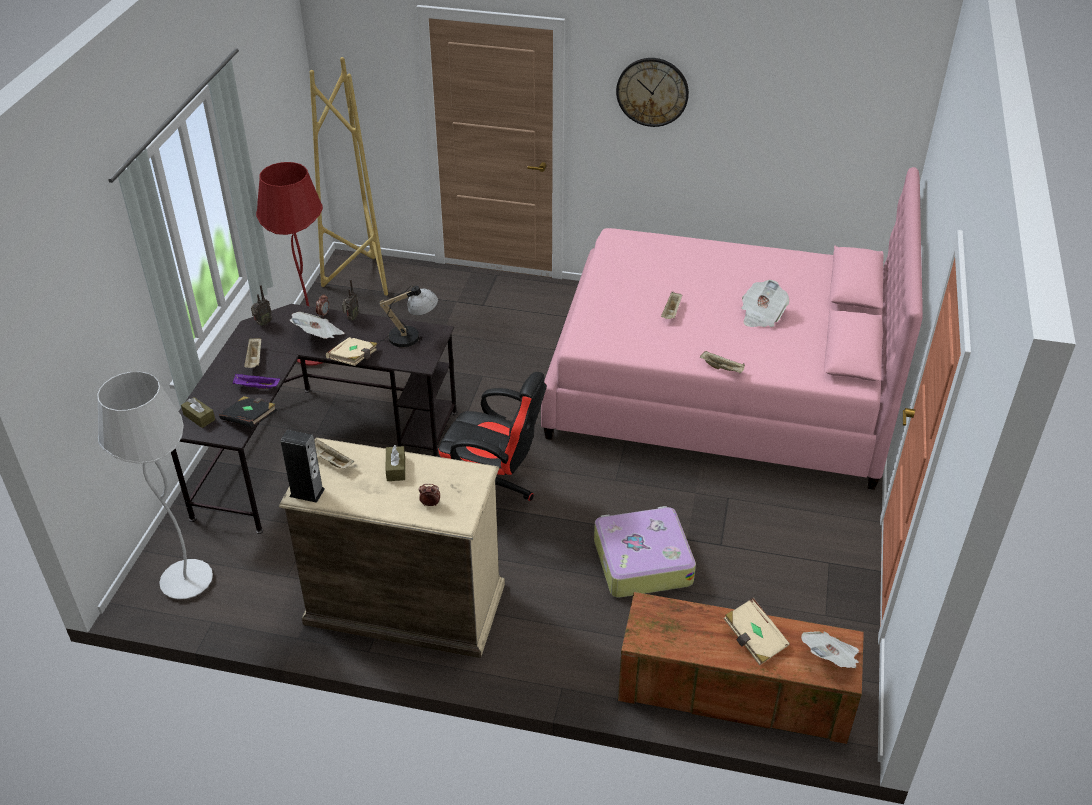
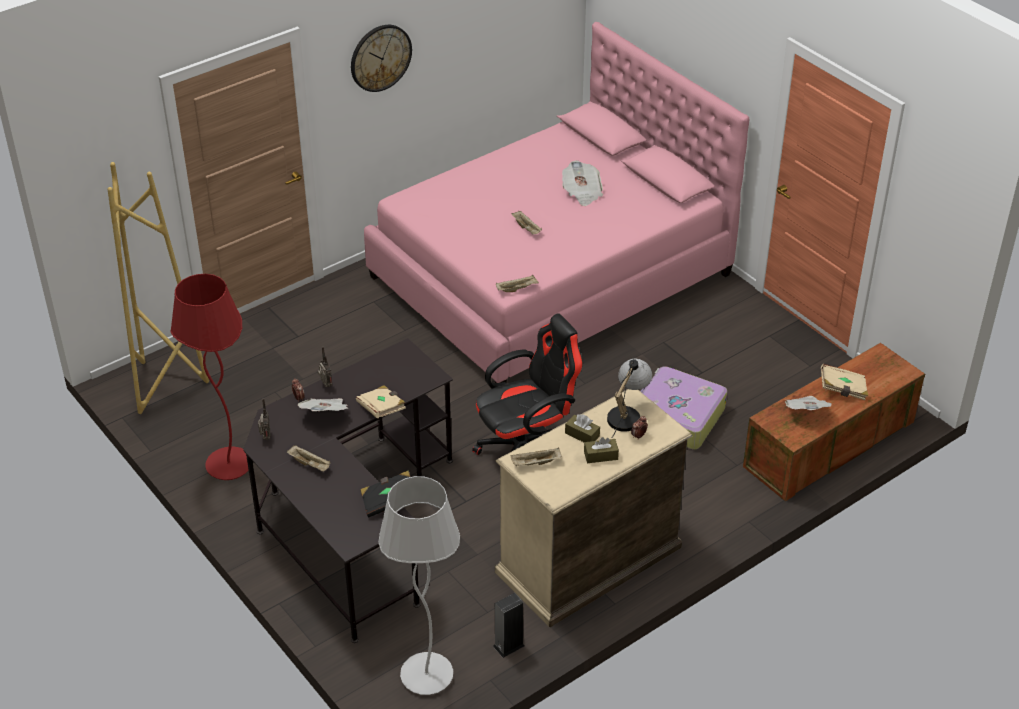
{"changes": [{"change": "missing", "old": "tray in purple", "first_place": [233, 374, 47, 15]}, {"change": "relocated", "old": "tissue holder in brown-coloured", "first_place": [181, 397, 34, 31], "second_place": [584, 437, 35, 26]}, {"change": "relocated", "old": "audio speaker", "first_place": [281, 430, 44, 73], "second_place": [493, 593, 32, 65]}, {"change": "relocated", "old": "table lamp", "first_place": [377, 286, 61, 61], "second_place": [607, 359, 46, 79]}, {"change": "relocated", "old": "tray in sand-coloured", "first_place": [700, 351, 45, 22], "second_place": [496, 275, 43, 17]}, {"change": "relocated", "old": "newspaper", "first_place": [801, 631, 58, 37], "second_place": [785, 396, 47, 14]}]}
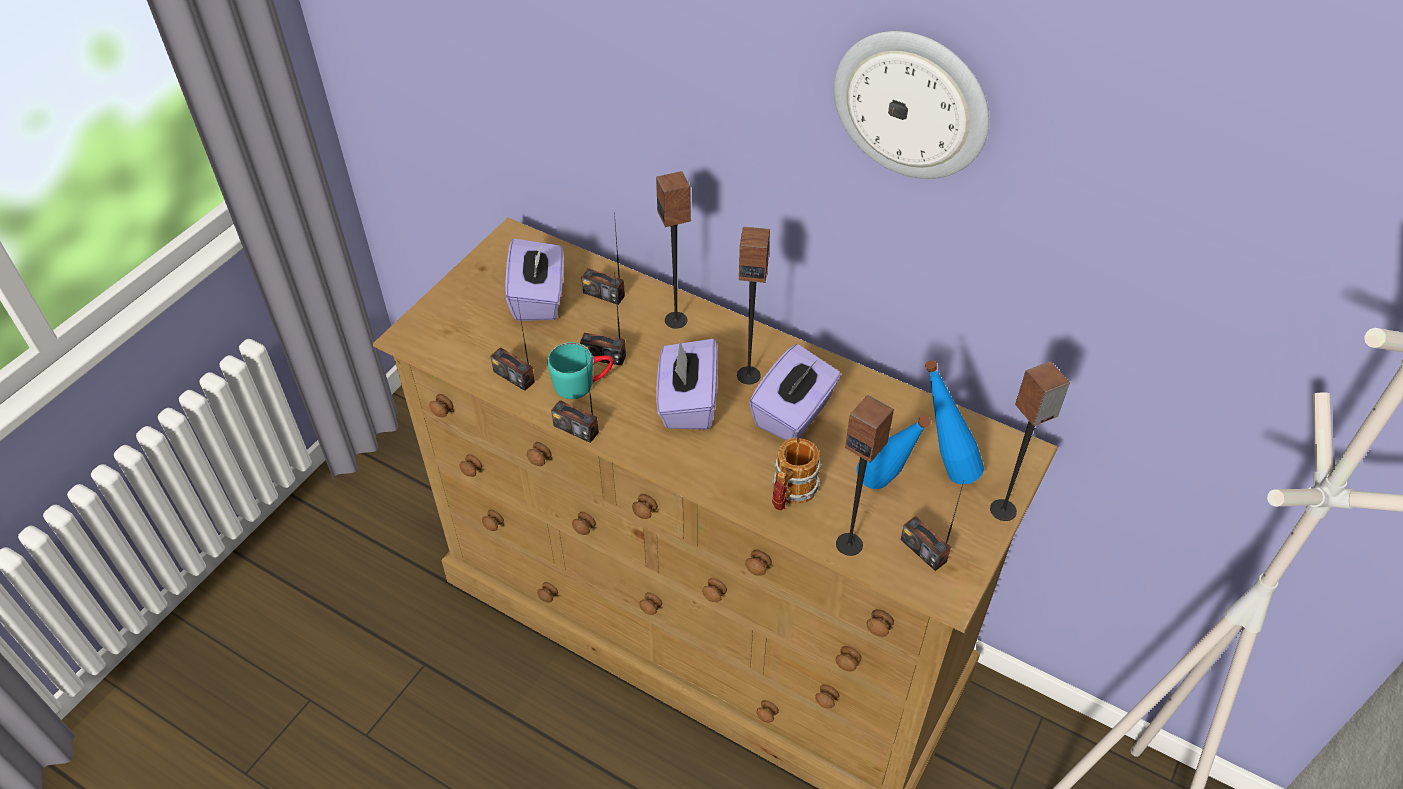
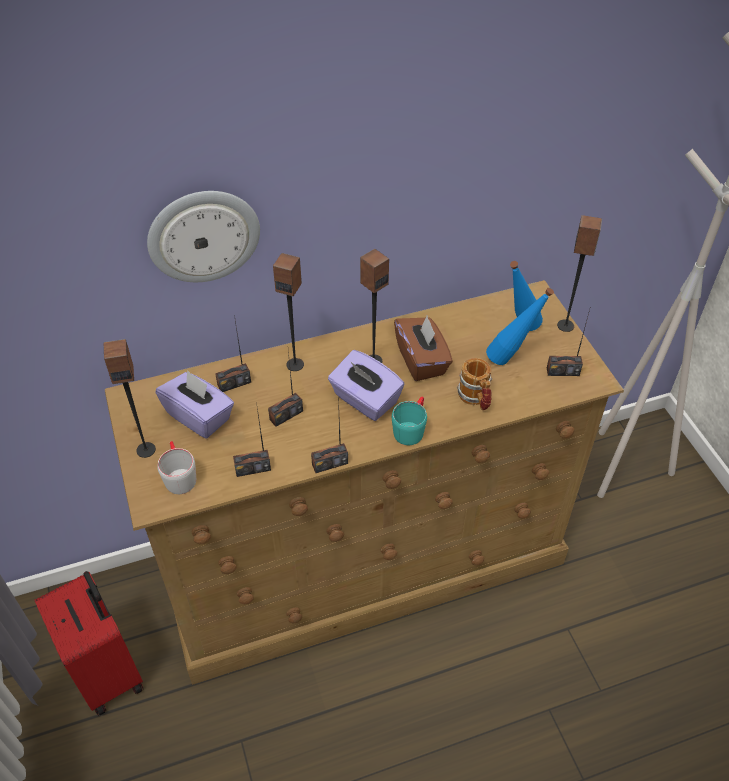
{"changes": [{"change": "appeared", "new": "piece of luggage in red", "second_place": [35, 571, 108, 144]}, {"change": "appeared", "new": "tea mug in greyish", "second_place": [157, 441, 39, 53]}, {"change": "relocated", "old": "tea mug in turquoise", "first_place": [547, 342, 66, 57], "second_place": [392, 396, 35, 49]}, {"change": "relocated", "old": "clock on the wall", "first_place": [834, 31, 155, 148], "second_place": [147, 191, 113, 91]}, {"change": "relocated", "old": "audio speaker", "first_place": [836, 395, 58, 161], "second_place": [104, 339, 52, 119]}, {"change": "colour", "old": "tissue holder in purple", "new": "tissue holder in brown-coloured", "first_place": [749, 344, 92, 96], "second_place": [394, 315, 59, 66]}]}
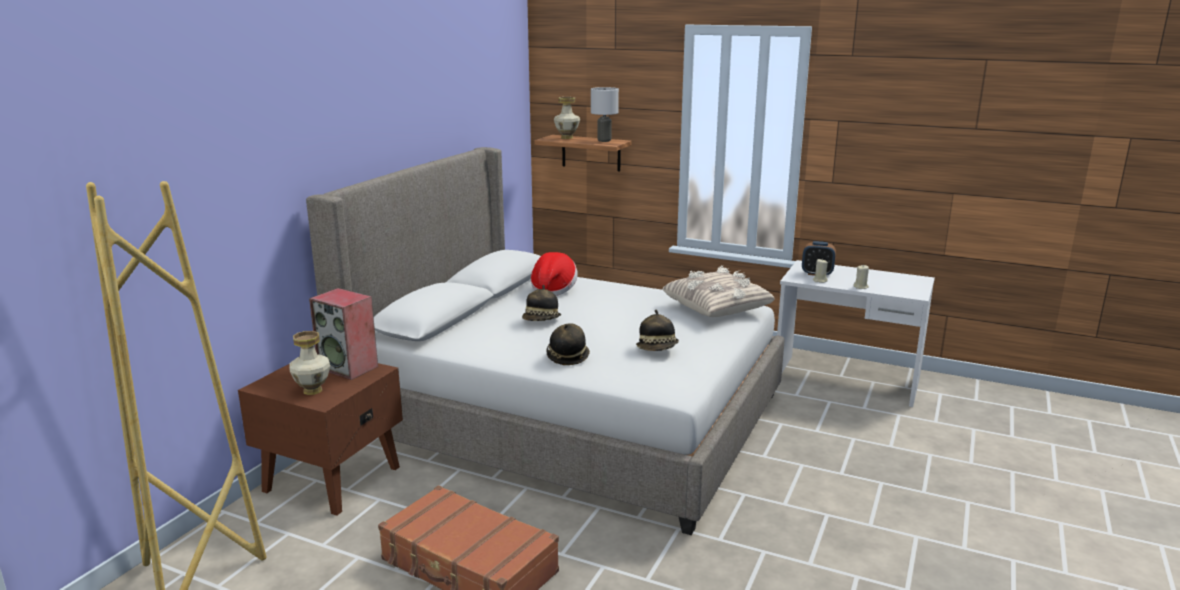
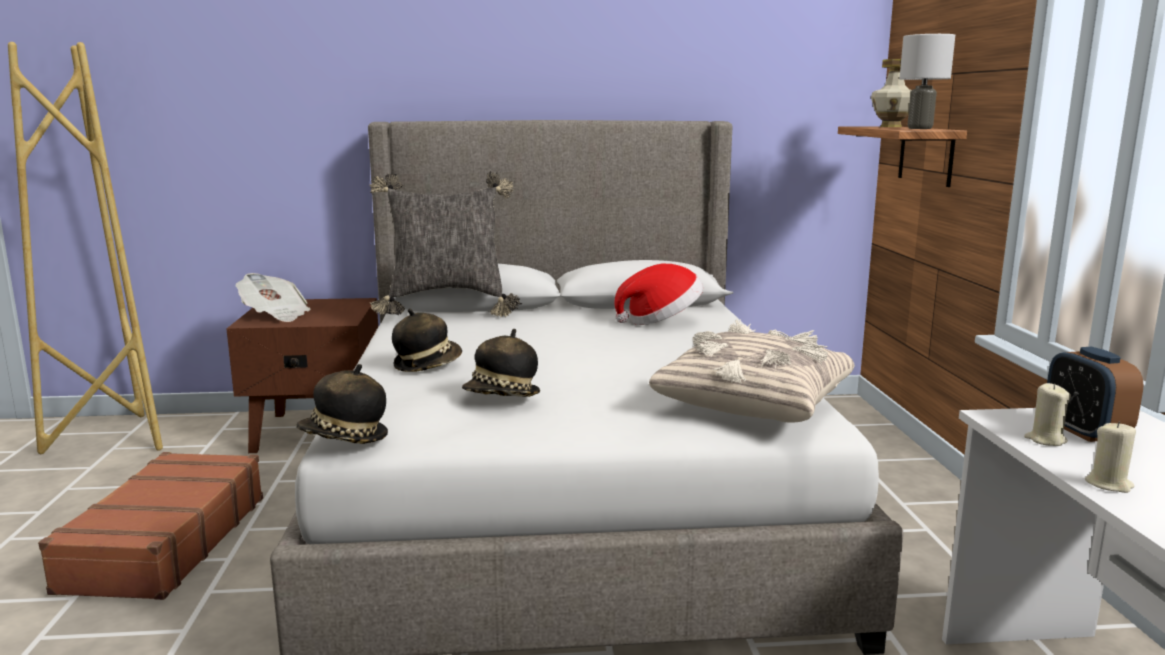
{"changes": [{"change": "missing", "old": "audio speaker", "first_place": [309, 288, 69, 92]}, {"change": "appeared", "new": "cushion", "second_place": [370, 171, 152, 146]}, {"change": "relocated", "old": "clothing hat", "first_place": [522, 285, 39, 36], "second_place": [296, 364, 92, 80]}, {"change": "exchanged", "old": "vase", "new": "newspaper", "first_place": [289, 331, 41, 64], "second_place": [236, 273, 75, 49]}]}
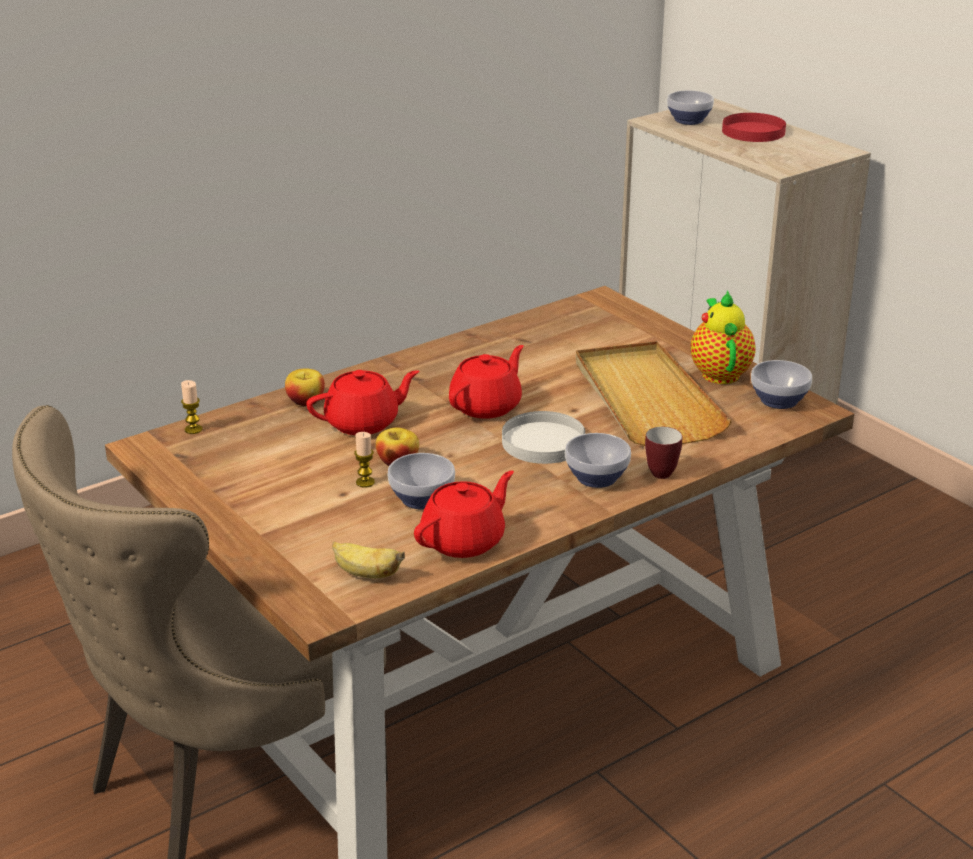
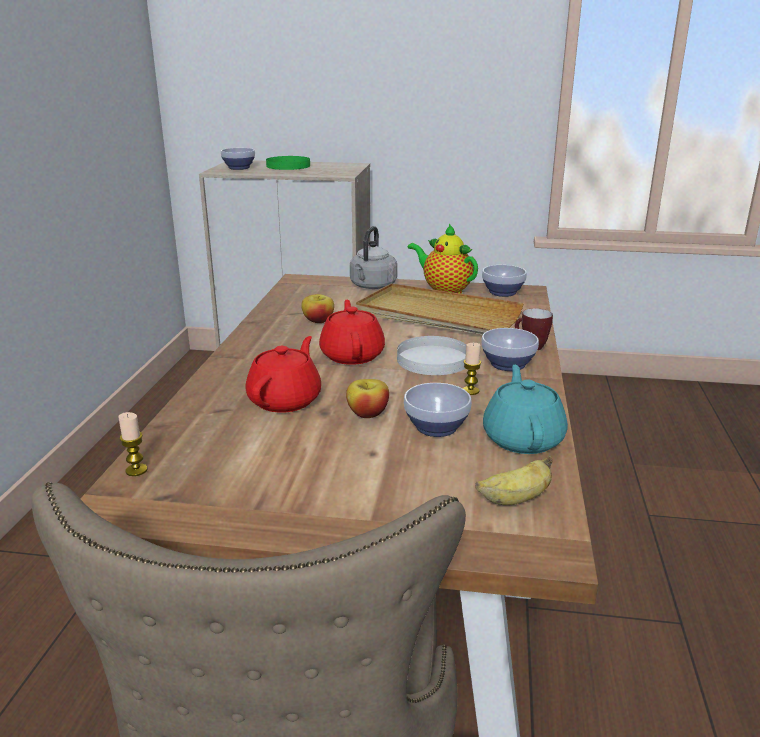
{"changes": [{"change": "appeared", "new": "kettle in greyish", "second_place": [350, 226, 47, 63]}, {"change": "relocated", "old": "apple", "first_place": [285, 368, 40, 38], "second_place": [301, 294, 33, 29]}, {"change": "relocated", "old": "candle", "first_place": [354, 432, 21, 56], "second_place": [463, 343, 18, 52]}, {"change": "colour", "old": "tea pot in red", "new": "tea pot in turquoise", "first_place": [414, 470, 100, 88], "second_place": [483, 365, 85, 89]}, {"change": "colour", "old": "flat dish in red", "new": "flat dish in greenish", "first_place": [722, 113, 64, 29], "second_place": [266, 156, 44, 14]}]}
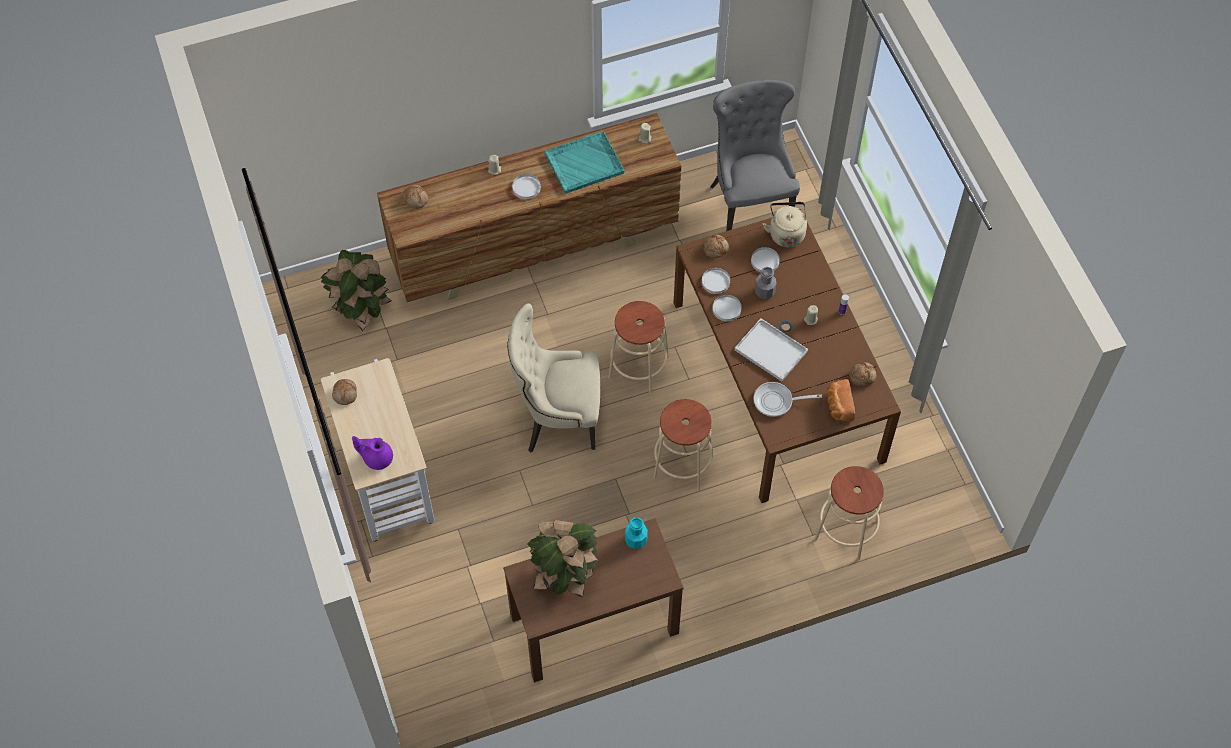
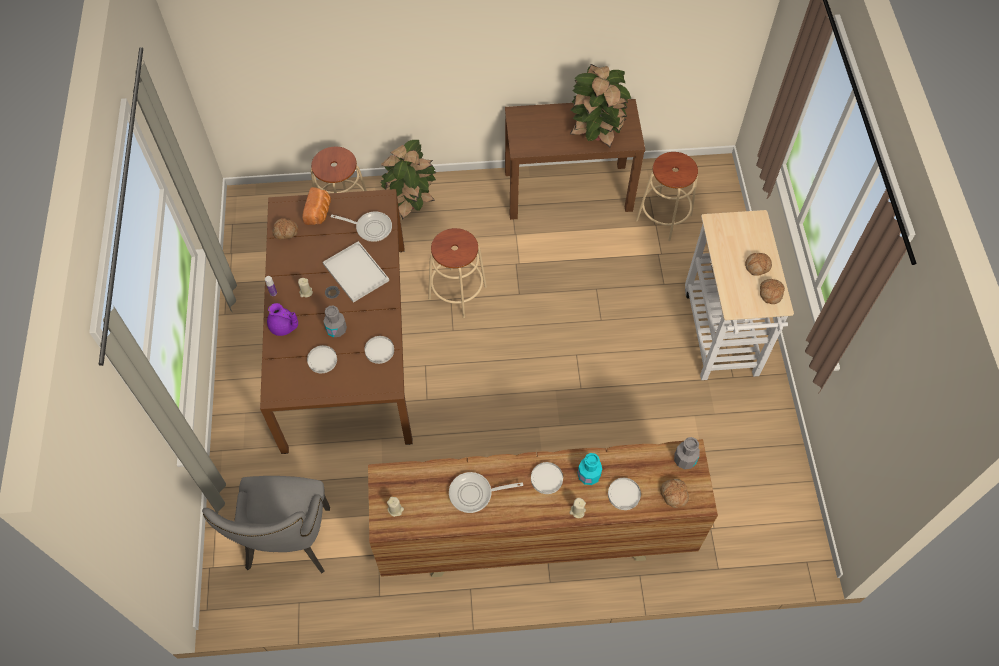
{"changes": [{"change": "missing", "old": "chair in sand-coloured", "first_place": [507, 303, 93, 150]}, {"change": "missing", "old": "kettle in sand-coloured", "first_place": [763, 202, 44, 45]}, {"change": "appeared", "new": "bottle in greyish", "second_place": [674, 437, 26, 32]}, {"change": "relocated", "old": "potted plant", "first_place": [320, 250, 71, 81], "second_place": [380, 140, 56, 80]}, {"change": "relocated", "old": "tea pot in purple", "first_place": [352, 436, 41, 34], "second_place": [267, 303, 31, 33]}, {"change": "relocated", "old": "stool seat in sand-coloured", "first_place": [608, 301, 61, 93], "second_place": [636, 152, 62, 89]}, {"change": "relocated", "old": "bottle in turquoise", "first_place": [625, 517, 23, 32], "second_place": [578, 453, 24, 32]}, {"change": "relocated", "old": "bakery bread", "first_place": [703, 235, 26, 23], "second_place": [745, 253, 27, 23]}, {"change": "relocated", "old": "flat dish in white", "first_place": [712, 295, 29, 26], "second_place": [608, 478, 33, 32]}, {"change": "exchanged", "old": "tray in turquoise", "new": "pan", "first_place": [545, 131, 80, 63], "second_place": [449, 472, 74, 41]}]}
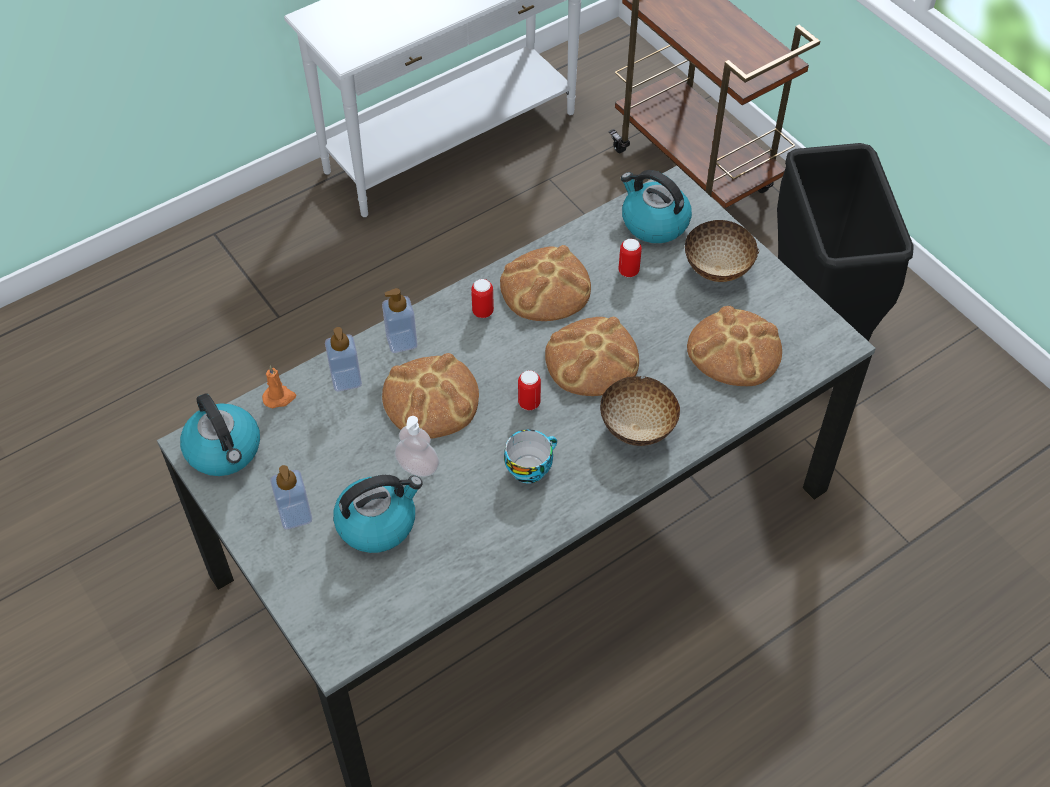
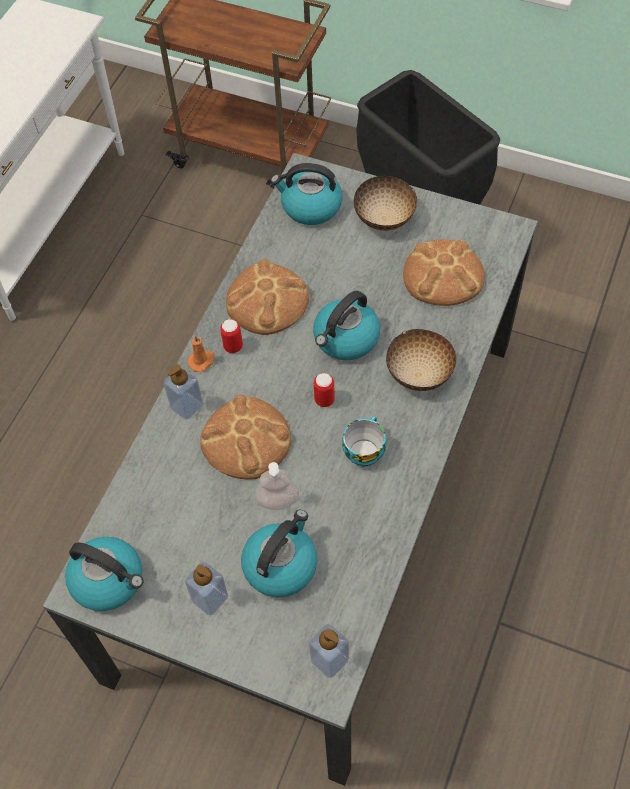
{"changes": [{"change": "missing", "old": "metal can", "first_place": [618, 239, 24, 38]}, {"change": "relocated", "old": "candle in orangey", "first_place": [262, 365, 34, 44], "second_place": [188, 335, 27, 37]}, {"change": "relocated", "old": "liquid soap bottle", "first_place": [325, 327, 37, 64], "second_place": [309, 624, 40, 54]}, {"change": "exchanged", "old": "bakery bread", "new": "kettle", "first_place": [545, 317, 94, 79], "second_place": [313, 291, 67, 69]}]}
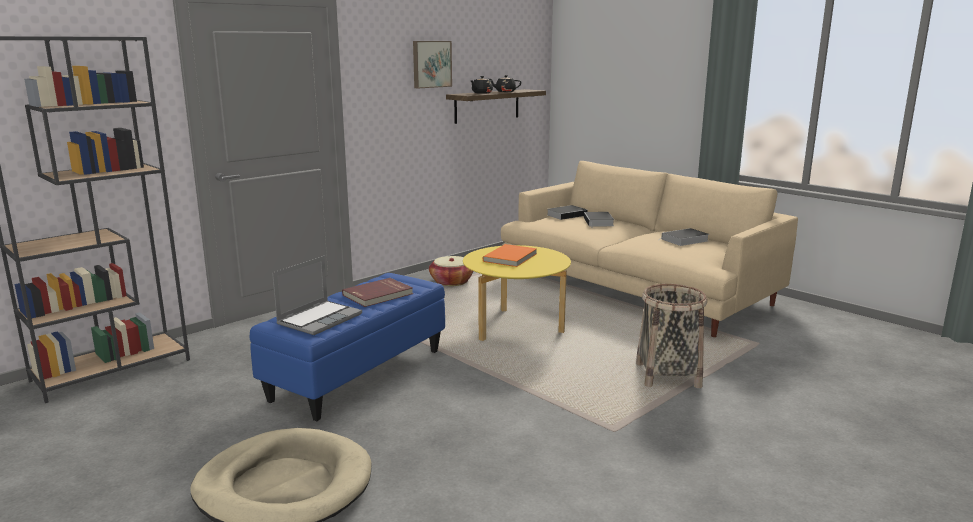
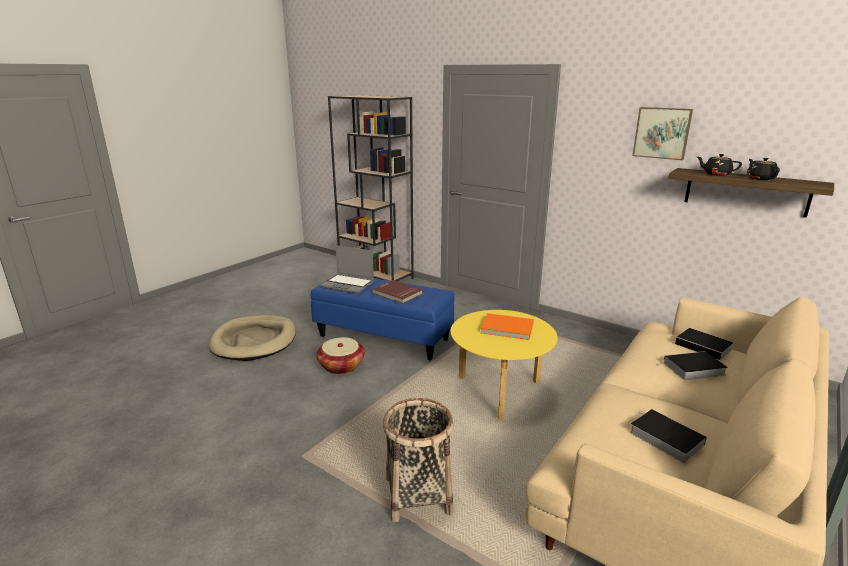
{"changes": [{"change": "relocated", "old": "storage basket", "first_place": [429, 256, 45, 30], "second_place": [317, 337, 48, 37]}]}
